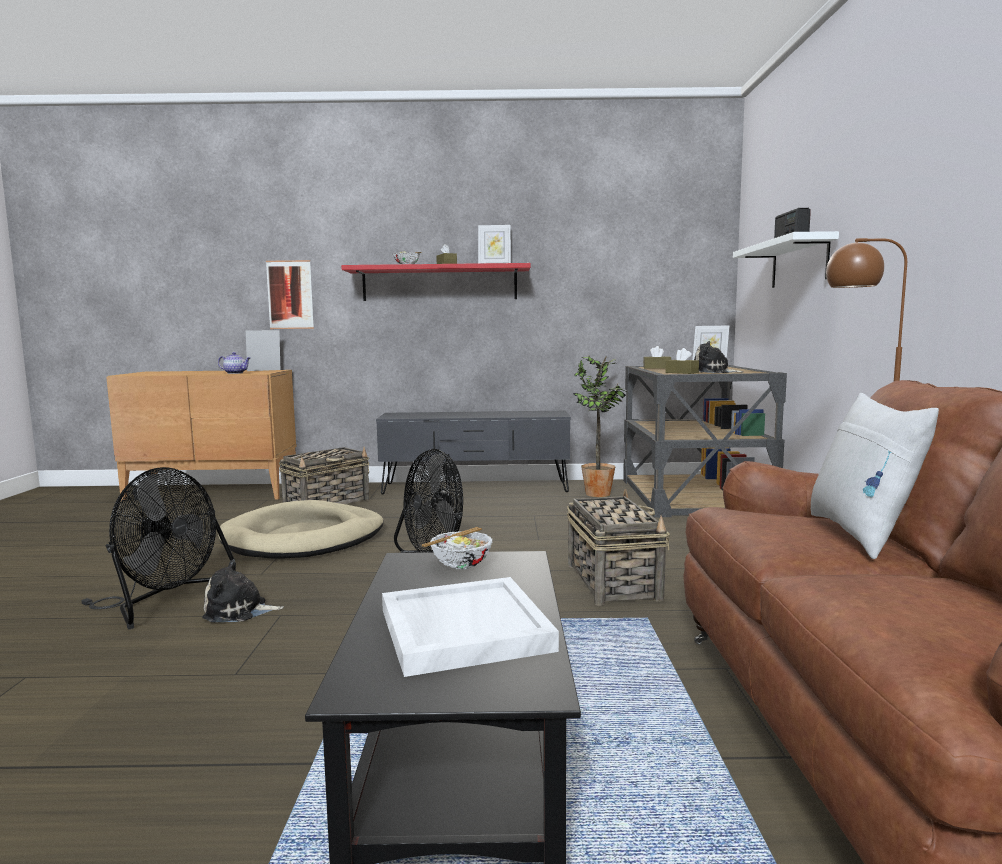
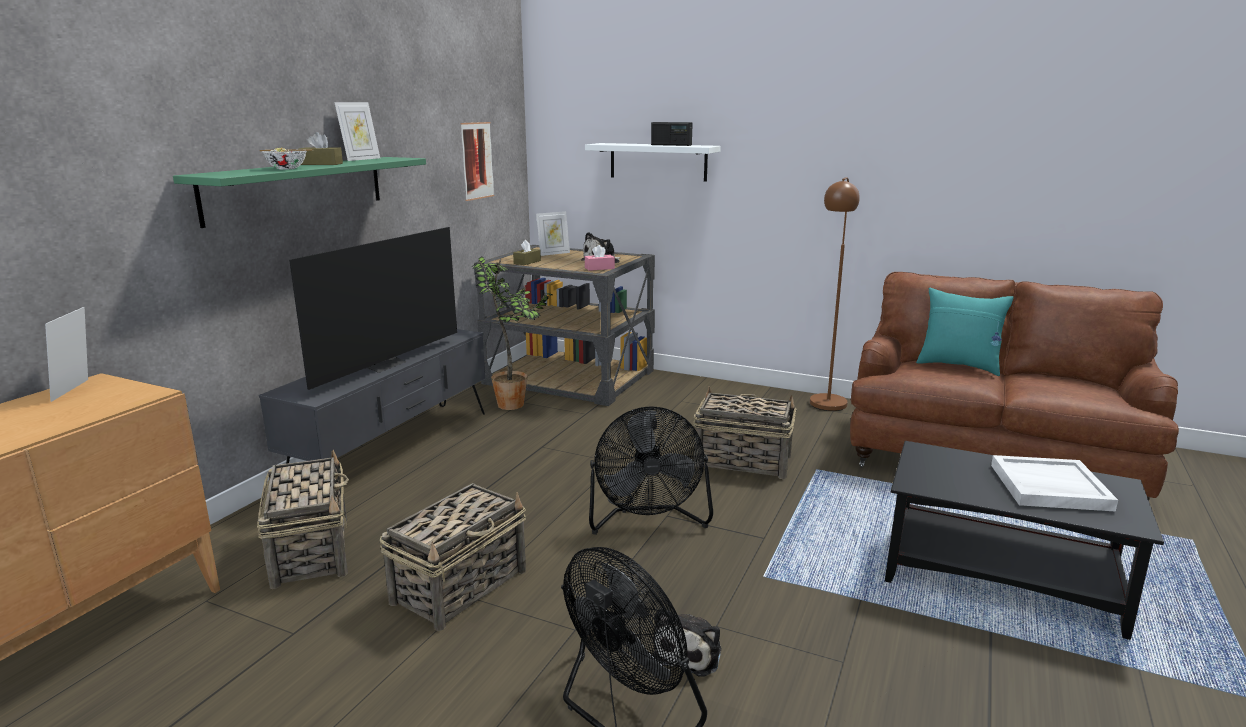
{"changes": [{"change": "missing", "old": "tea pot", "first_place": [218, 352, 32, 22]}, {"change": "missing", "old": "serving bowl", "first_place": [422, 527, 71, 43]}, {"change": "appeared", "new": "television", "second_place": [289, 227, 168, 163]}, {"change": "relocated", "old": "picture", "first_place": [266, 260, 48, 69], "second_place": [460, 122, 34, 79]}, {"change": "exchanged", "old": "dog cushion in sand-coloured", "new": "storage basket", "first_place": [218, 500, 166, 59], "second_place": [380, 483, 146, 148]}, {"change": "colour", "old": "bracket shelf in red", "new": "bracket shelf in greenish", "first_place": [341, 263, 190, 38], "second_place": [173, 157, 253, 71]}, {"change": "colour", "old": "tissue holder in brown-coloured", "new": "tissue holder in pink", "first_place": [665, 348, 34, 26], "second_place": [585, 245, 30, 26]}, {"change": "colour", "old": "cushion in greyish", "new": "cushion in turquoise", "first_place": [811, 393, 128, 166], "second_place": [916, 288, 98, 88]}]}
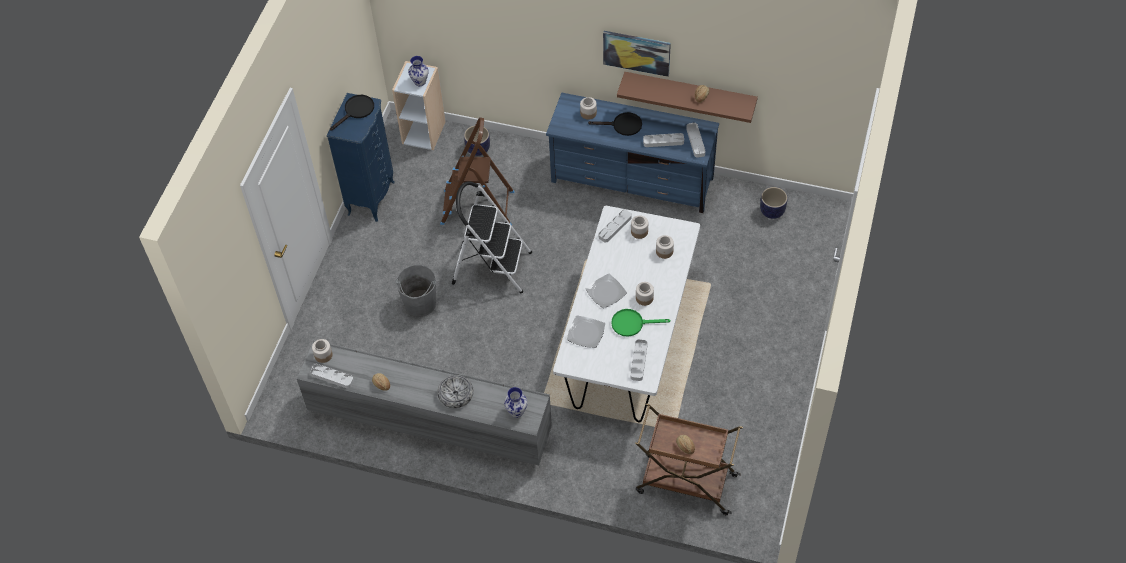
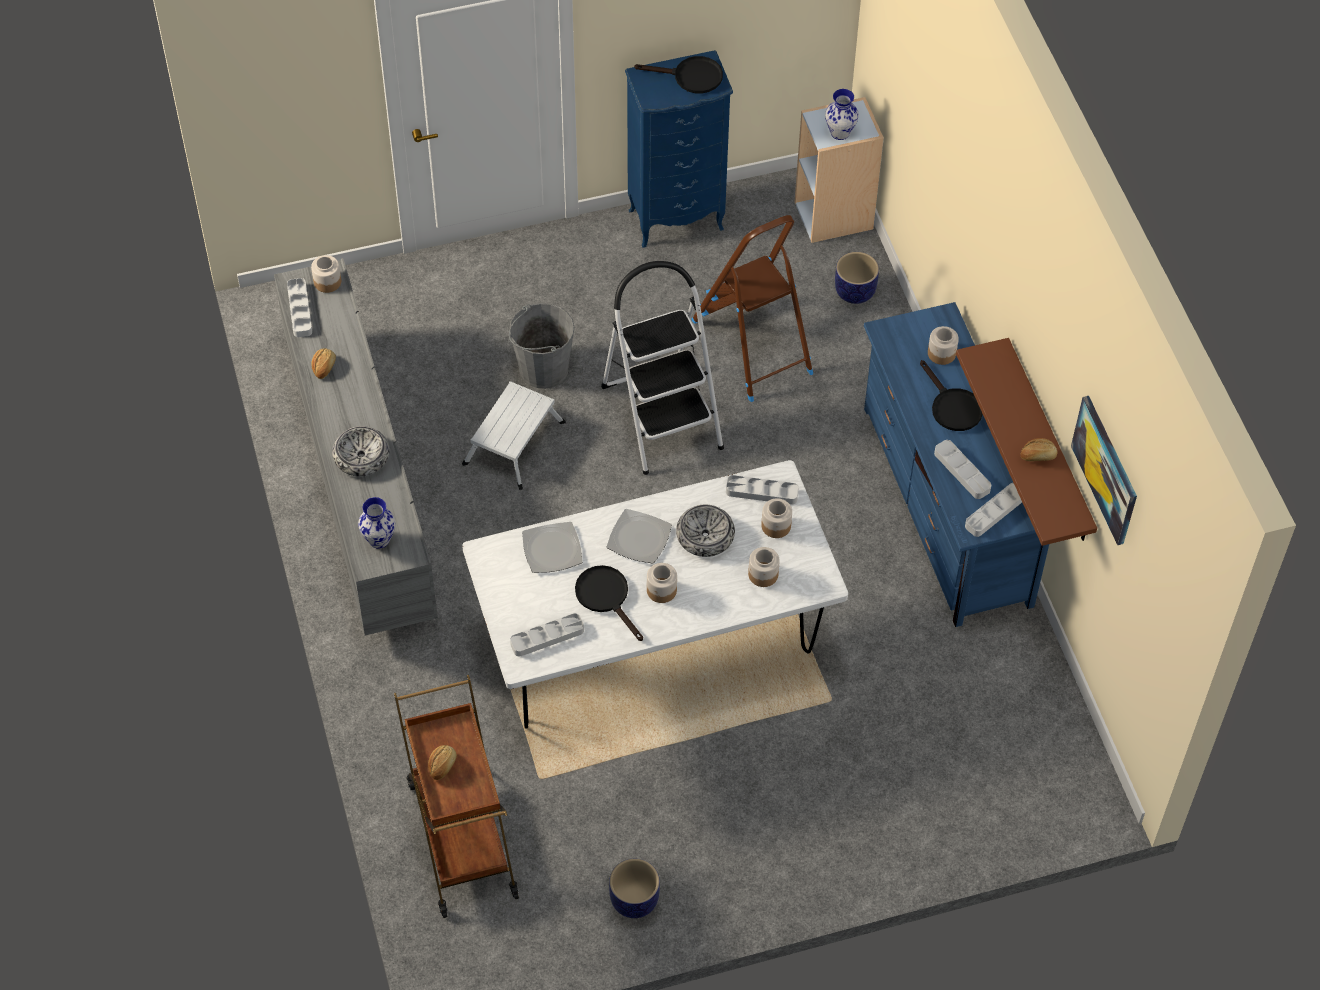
{"changes": [{"change": "appeared", "new": "step ladder in white", "second_place": [462, 381, 104, 109]}, {"change": "appeared", "new": "serving bowl", "second_place": [676, 505, 59, 52]}, {"change": "relocated", "old": "picture", "first_place": [603, 31, 68, 46], "second_place": [1071, 396, 66, 149]}, {"change": "relocated", "old": "flower pot", "first_place": [760, 187, 28, 32], "second_place": [609, 859, 51, 59]}, {"change": "colour", "old": "pan in greenish", "new": "pan in blackish", "first_place": [611, 309, 60, 28], "second_place": [575, 565, 68, 76]}]}
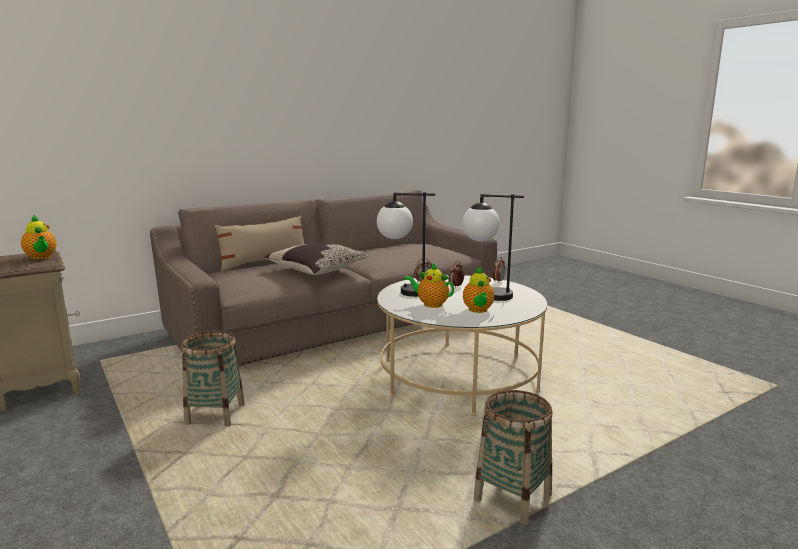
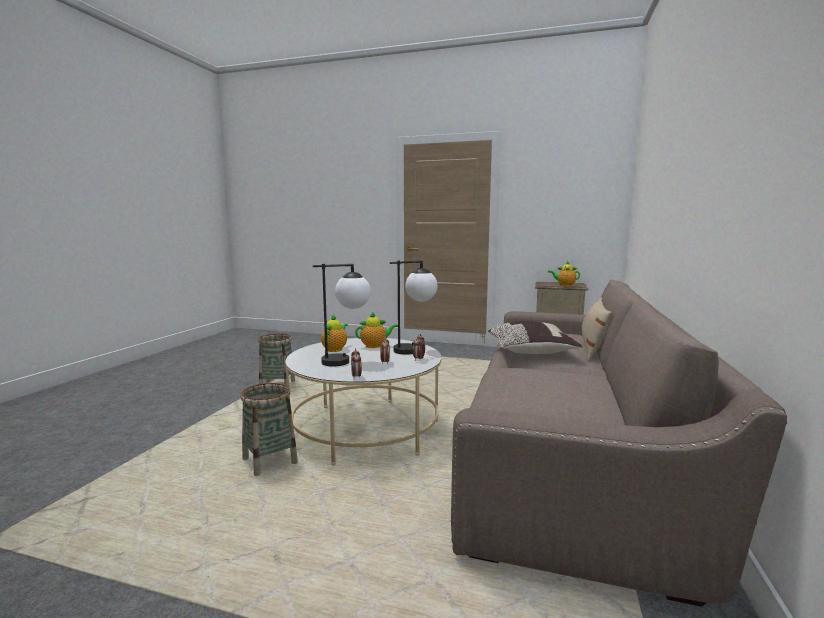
{"changes": [{"change": "relocated", "old": "storage basket", "first_place": [182, 331, 63, 96], "second_place": [241, 383, 57, 93]}, {"change": "spun", "old": "tea pot", "first_place": [463, 267, 31, 46], "second_place": [321, 314, 27, 38], "degrees": 60}]}
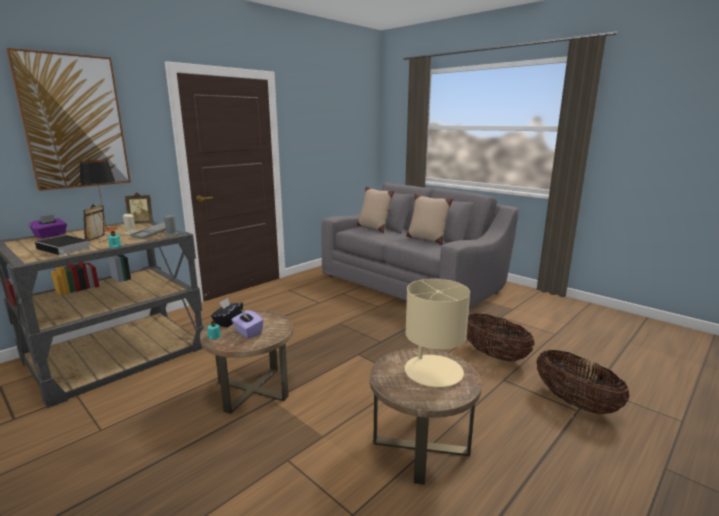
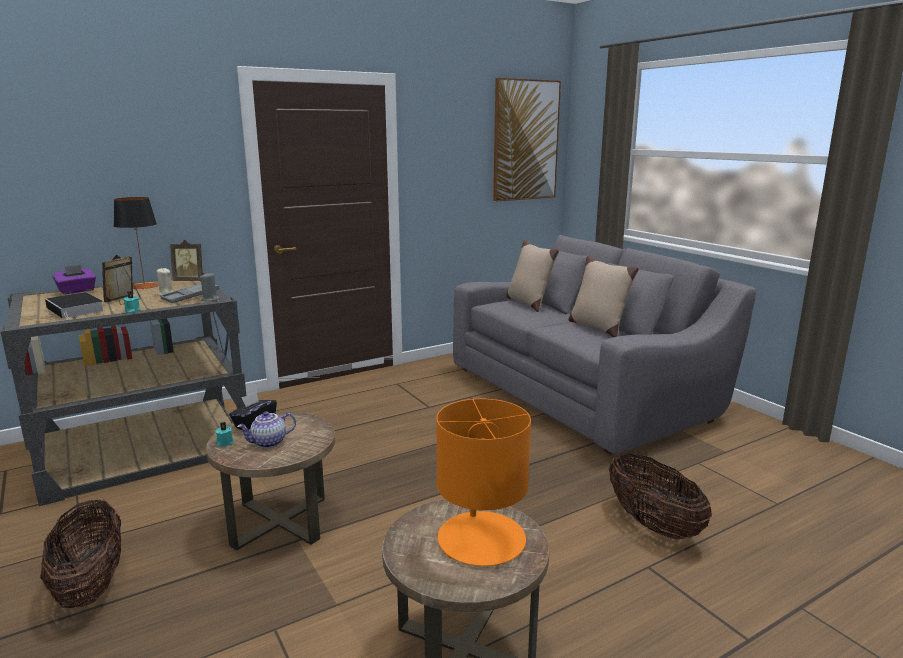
{"changes": [{"change": "relocated", "old": "picture", "first_place": [6, 48, 125, 143], "second_place": [493, 78, 68, 124]}, {"change": "relocated", "old": "storage basket", "first_place": [536, 350, 94, 65], "second_place": [40, 499, 82, 109]}, {"change": "exchanged", "old": "tissue holder in purple", "new": "tea pot", "first_place": [231, 310, 32, 29], "second_place": [237, 411, 59, 37]}, {"change": "colour", "old": "table lamp in sand-coloured", "new": "table lamp in orangey", "first_place": [405, 279, 65, 108], "second_place": [436, 399, 95, 167]}]}
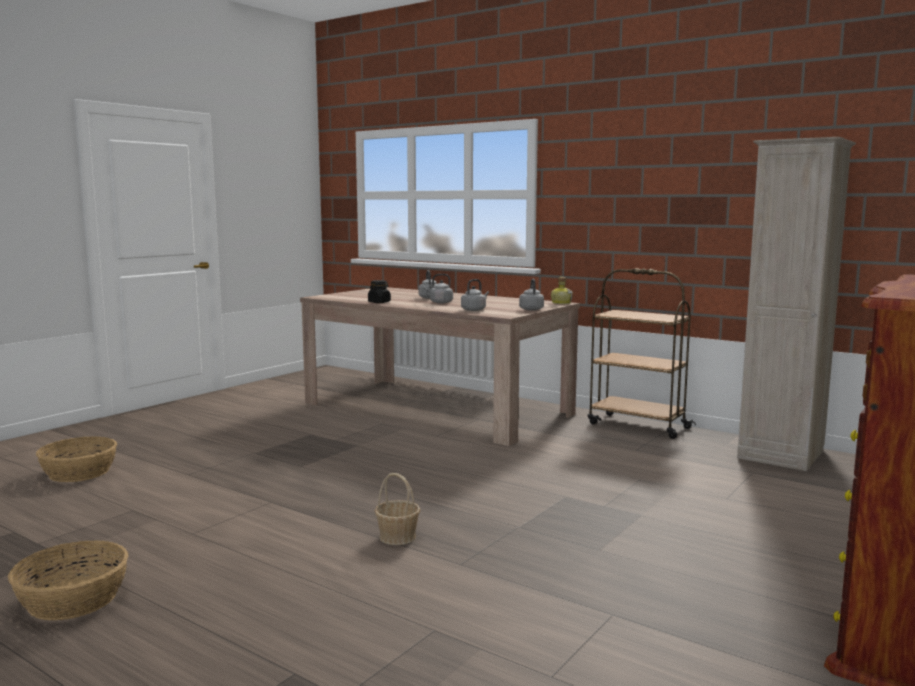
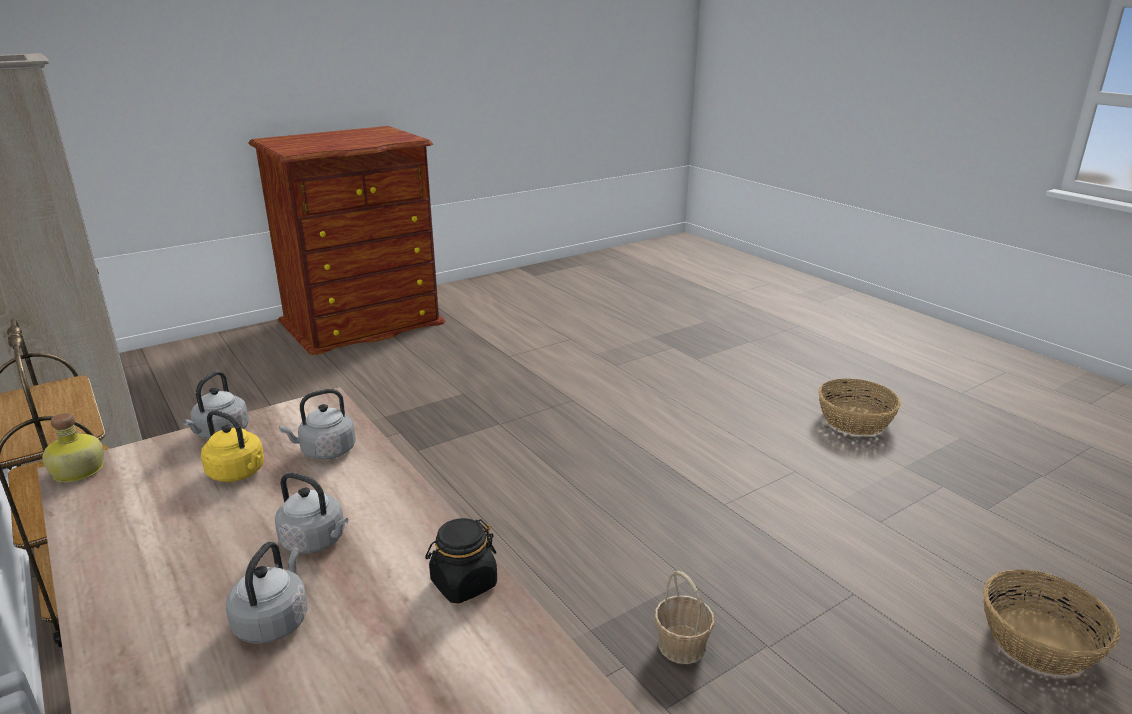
{"changes": [{"change": "appeared", "new": "kettle in yellow-coloured", "second_place": [201, 410, 63, 72]}, {"change": "relocated", "old": "storage basket", "first_place": [375, 473, 45, 72], "second_place": [655, 571, 60, 93]}]}
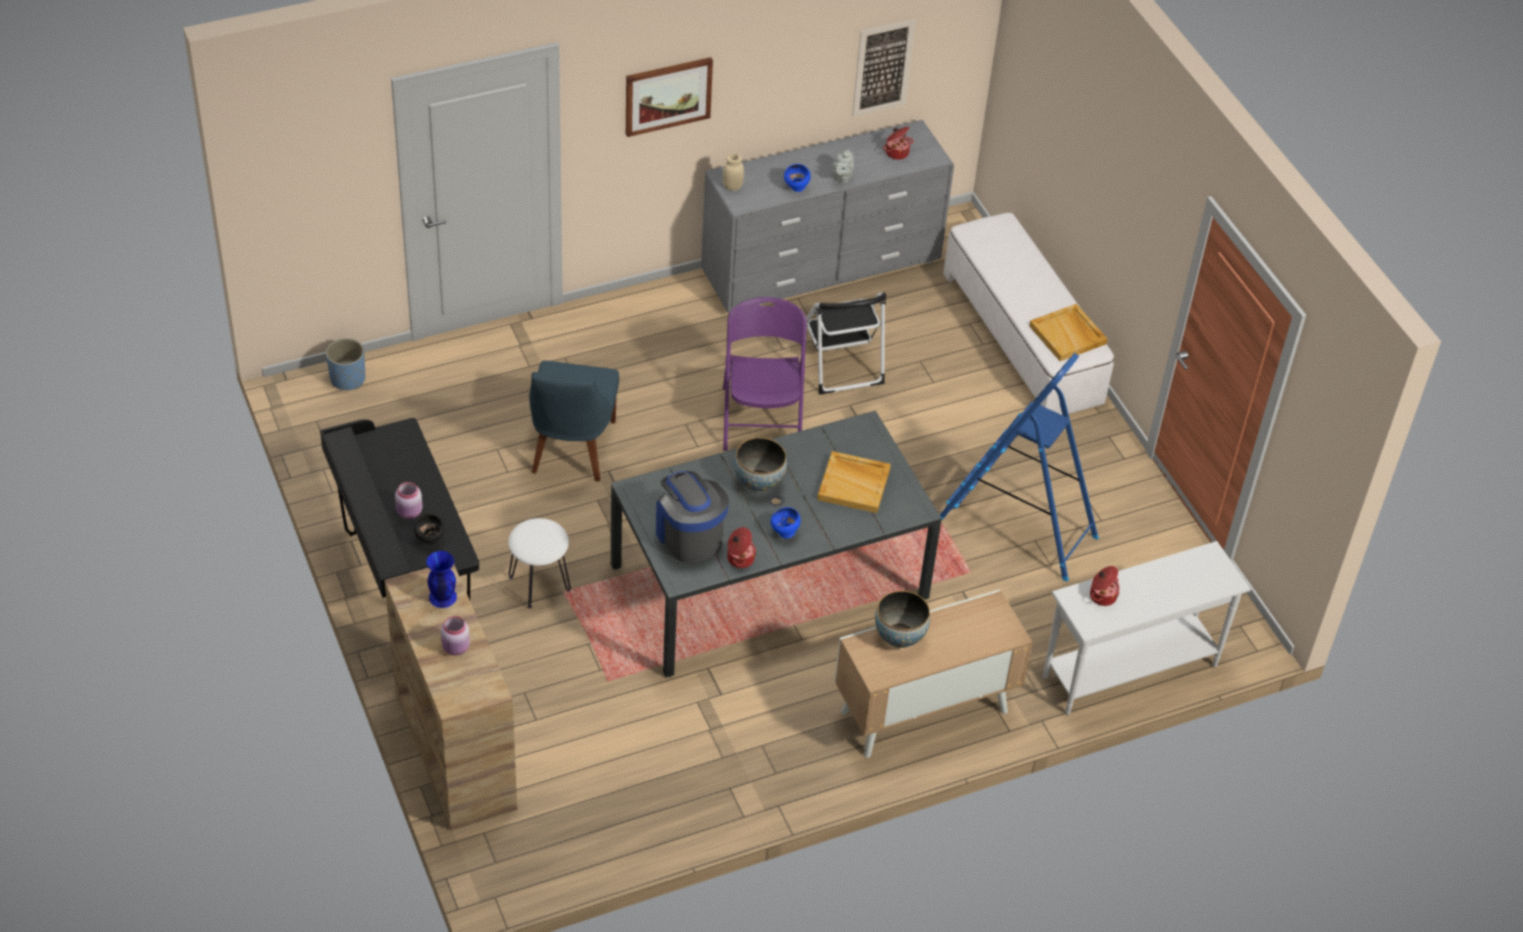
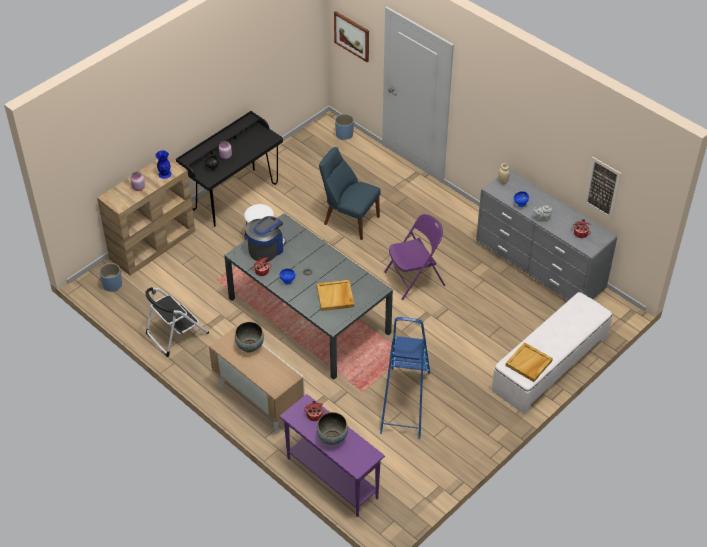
{"changes": [{"change": "appeared", "new": "flower pot in blue-coloured", "second_place": [99, 263, 23, 29]}, {"change": "relocated", "old": "picture", "first_place": [626, 57, 87, 80], "second_place": [334, 11, 35, 51]}, {"change": "relocated", "old": "serving bowl", "first_place": [734, 438, 53, 55], "second_place": [317, 412, 31, 33]}, {"change": "relocated", "old": "step ladder", "first_place": [806, 292, 81, 102], "second_place": [145, 287, 64, 70]}, {"change": "colour", "old": "narrow table in white", "new": "narrow table in purple", "first_place": [1043, 541, 208, 174], "second_place": [279, 394, 106, 123]}, {"change": "spun", "old": "chair in blue-coloured", "first_place": [529, 361, 90, 120], "second_place": [319, 147, 62, 93], "degrees": 45}]}
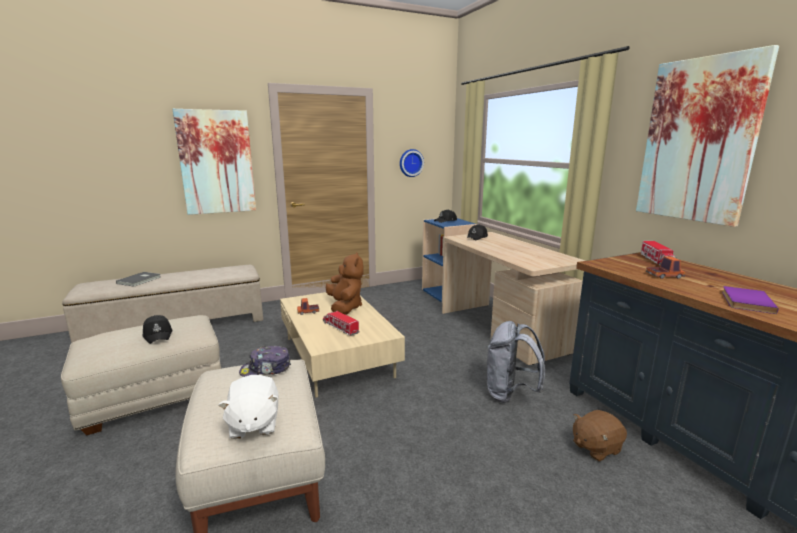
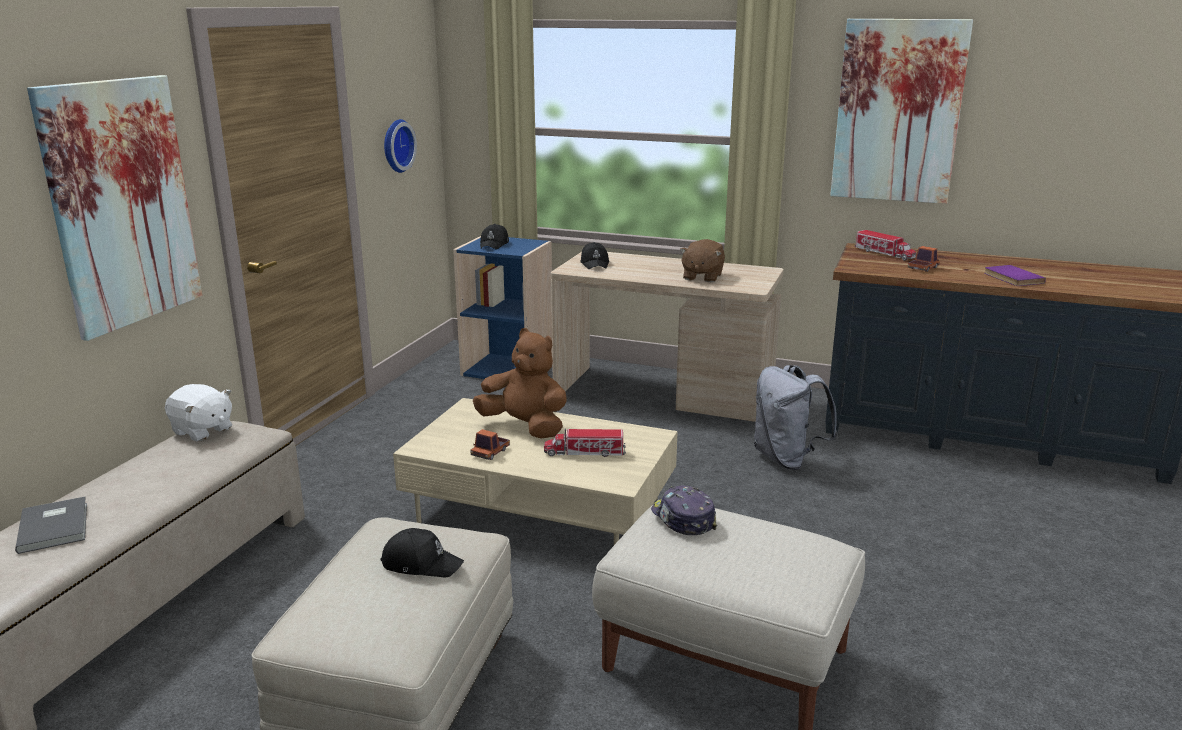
{"changes": [{"change": "relocated", "old": "soft toy in white", "first_place": [218, 375, 60, 64], "second_place": [165, 384, 67, 57]}, {"change": "relocated", "old": "soft toy in brown-coloured", "first_place": [573, 410, 54, 52], "second_place": [680, 239, 45, 43]}, {"change": "spun", "old": "baseball cap", "first_place": [239, 346, 52, 31], "second_place": [651, 486, 66, 49], "degrees": 120}]}
